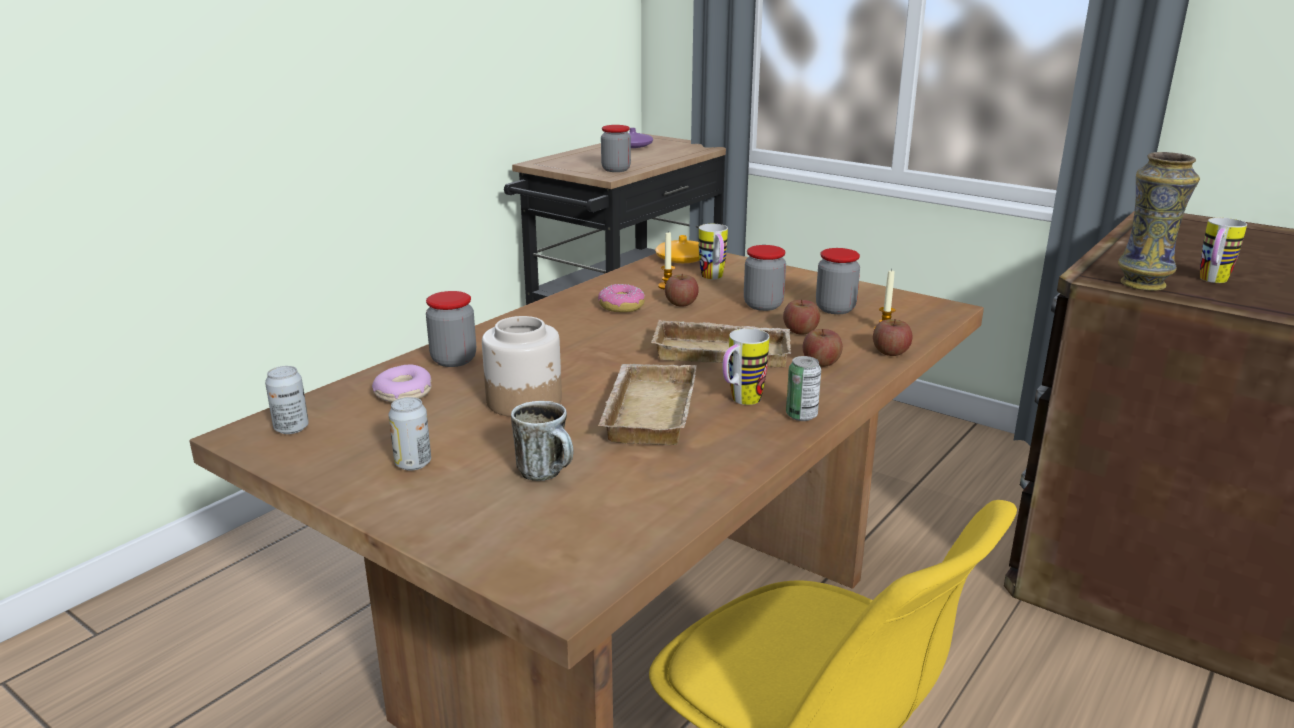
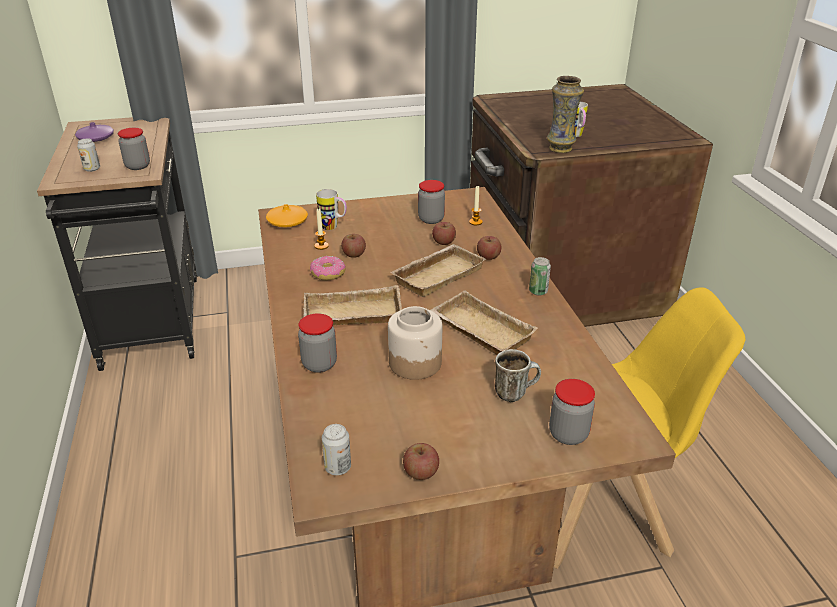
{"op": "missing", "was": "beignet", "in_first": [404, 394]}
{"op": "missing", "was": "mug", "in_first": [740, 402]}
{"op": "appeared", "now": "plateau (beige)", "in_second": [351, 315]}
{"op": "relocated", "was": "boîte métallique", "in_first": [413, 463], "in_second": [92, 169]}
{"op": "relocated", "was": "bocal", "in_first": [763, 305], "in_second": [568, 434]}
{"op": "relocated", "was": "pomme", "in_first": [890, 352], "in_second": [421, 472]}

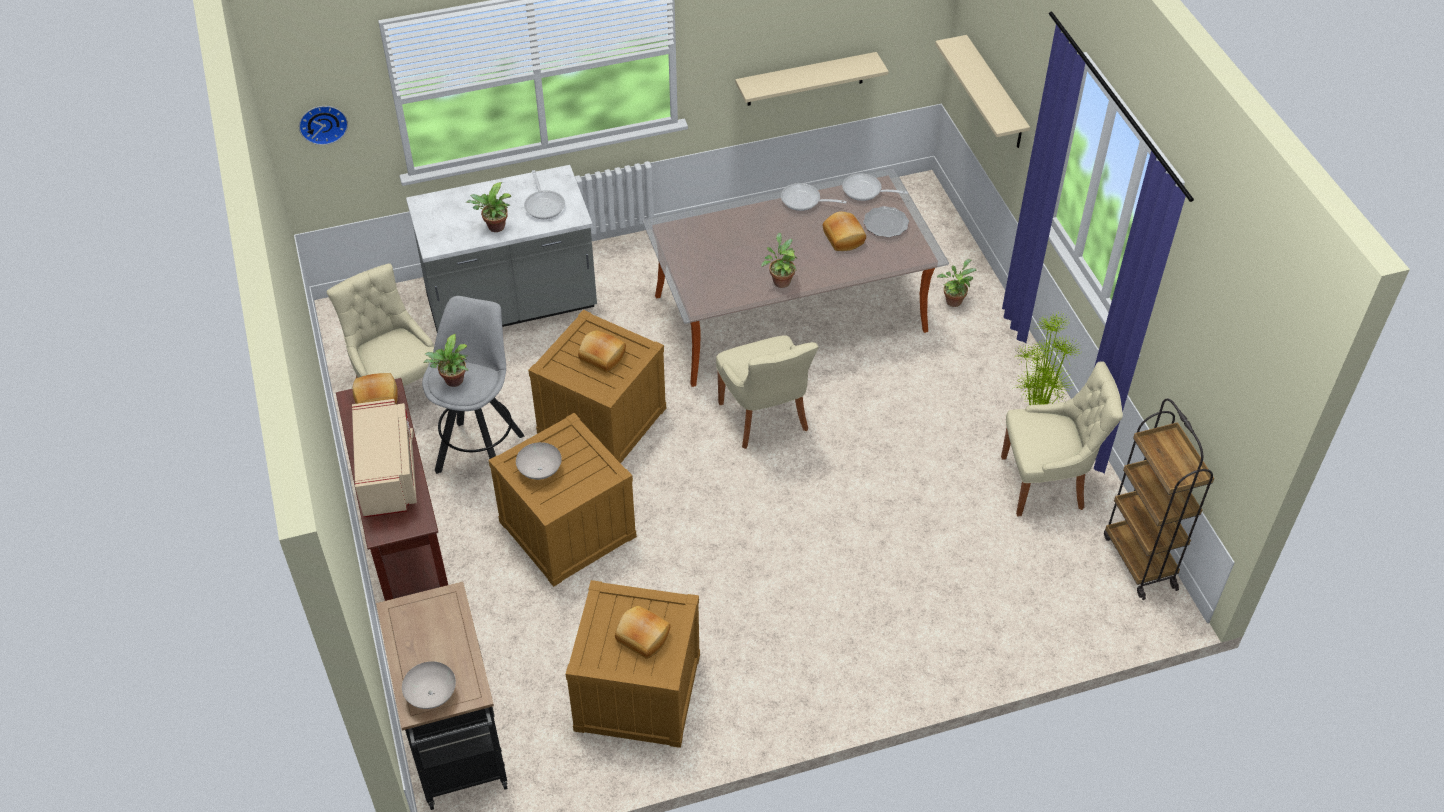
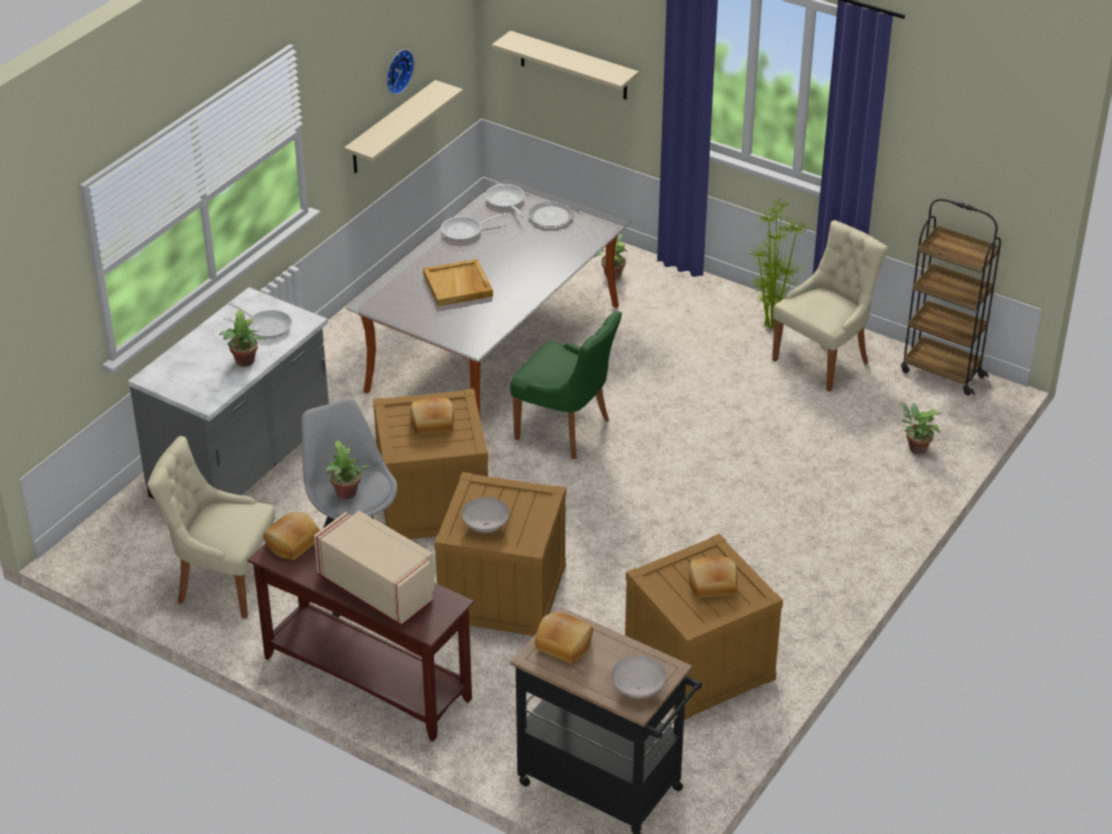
{"op": "appeared", "now": "plateau (beige)", "in_second": [458, 285]}
{"op": "relocated", "was": "horloge murale", "in_first": [323, 122], "in_second": [397, 70]}
{"op": "relocated", "was": "plante en pot", "in_first": [780, 280], "in_second": [915, 448]}
{"op": "relocated", "was": "pain", "in_first": [844, 238], "in_second": [564, 644]}
{"op": "colour", "was": "chaise (beige)", "now": "chaise (vert)", "in_first": [765, 419], "in_second": [566, 430]}
{"op": "spun", "was": "poêle", "in_first": [865, 191], "in_second": [506, 202], "clockwise": 90}

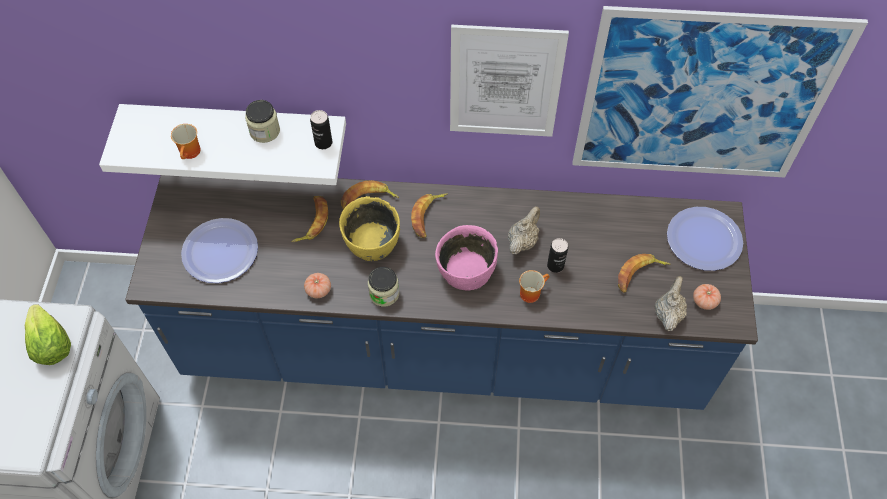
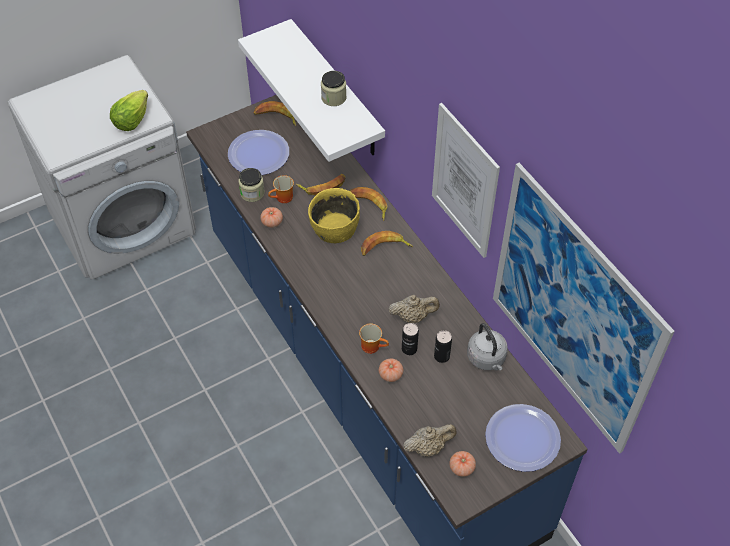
{"op": "missing", "was": "bol (rose)", "in_first": [465, 271]}
{"op": "appeared", "now": "tomate", "in_second": [390, 374]}
{"op": "appeared", "now": "bouilloire (gris)", "in_second": [487, 359]}
{"op": "relocated", "was": "mug", "in_first": [191, 153], "in_second": [283, 199]}
{"op": "relocated", "was": "boîte métallique", "in_first": [323, 143], "in_second": [441, 356]}
{"op": "relocated", "was": "bocal", "in_first": [384, 294], "in_second": [252, 193]}
{"op": "relocated", "was": "banane", "in_first": [639, 275], "in_second": [276, 117]}

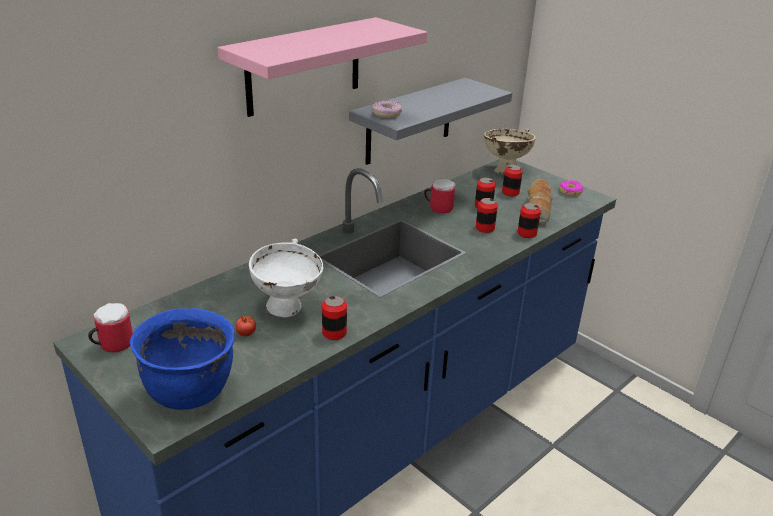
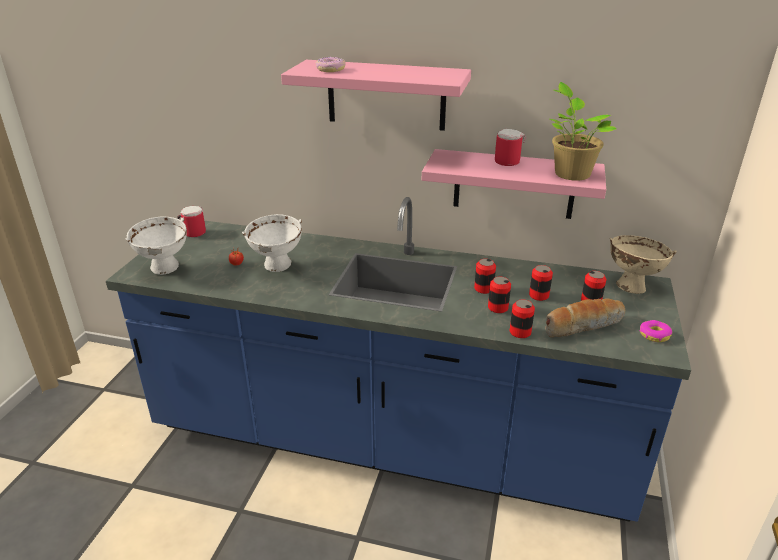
{"op": "appeared", "now": "plante en pot", "in_second": [570, 173]}
{"op": "relocated", "was": "boîte métallique", "in_first": [334, 333], "in_second": [483, 289]}
{"op": "relocated", "was": "beignet", "in_first": [387, 114], "in_second": [330, 69]}
{"op": "relocated", "was": "mug", "in_first": [438, 207], "in_second": [506, 160]}
{"op": "exchanged", "was": "marmite (bleu)", "now": "bol (blanc)", "in_first": [190, 391], "in_second": [165, 269]}
{"op": "colour", "was": "étagère (gris)", "now": "étagère (rose)", "in_first": [409, 121], "in_second": [514, 184]}

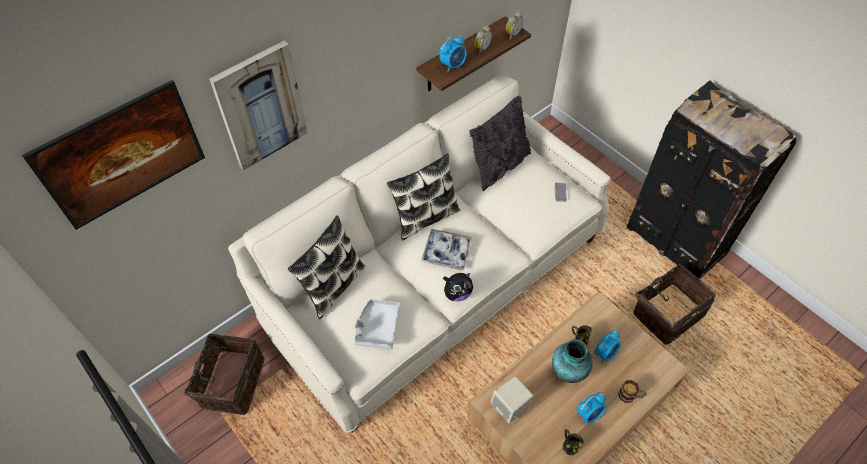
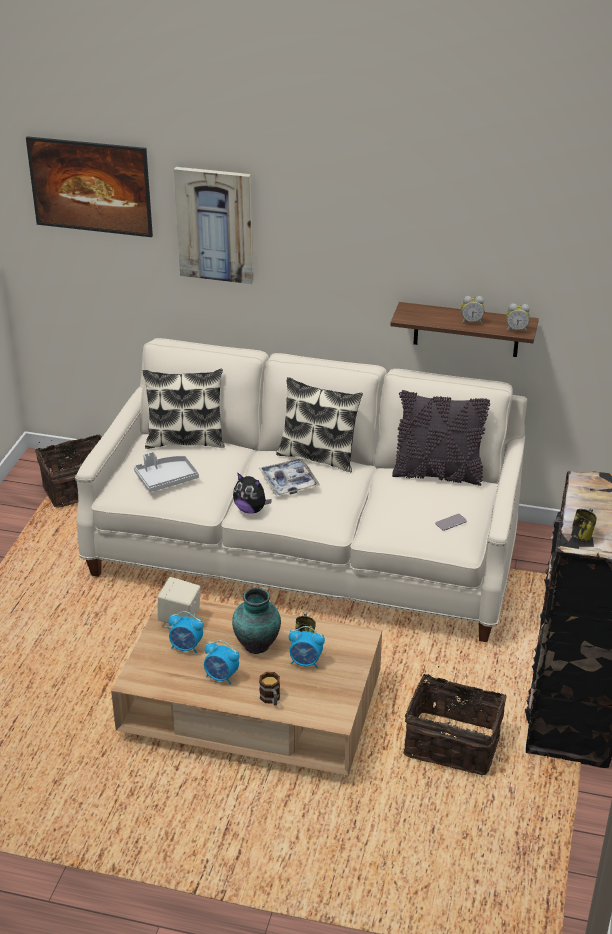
{"op": "relocated", "was": "réveil", "in_first": [453, 65], "in_second": [186, 647]}
{"op": "relocated", "was": "mug", "in_first": [569, 446], "in_second": [582, 536]}

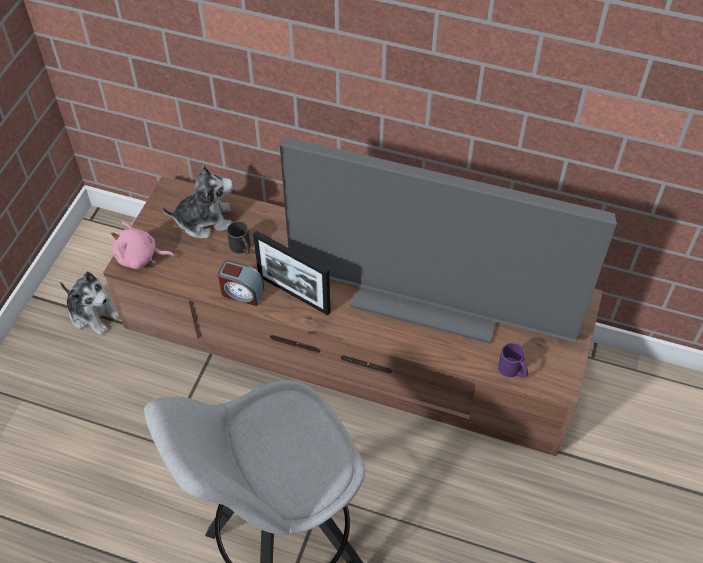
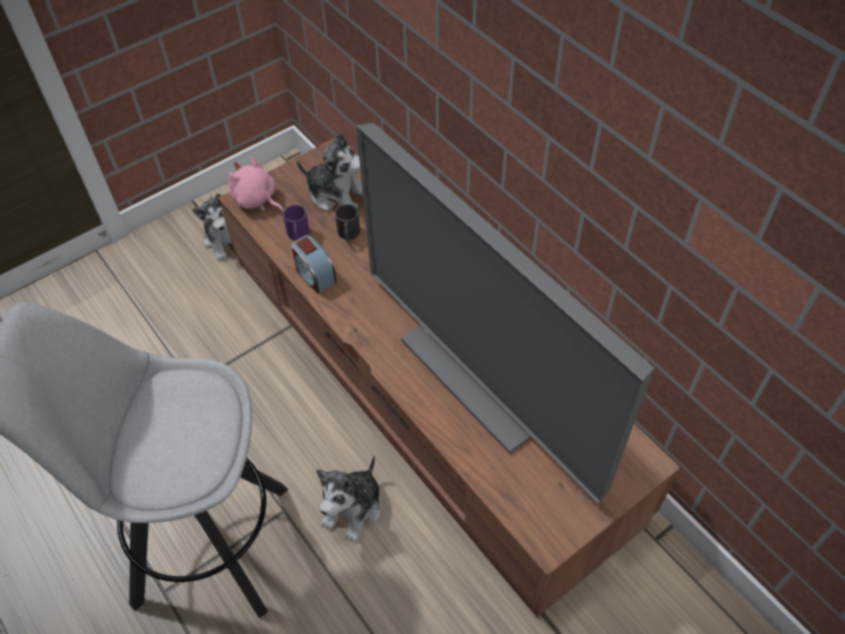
{"op": "missing", "was": "cadre photo", "in_first": [294, 294]}
{"op": "appeared", "now": "peluche", "in_second": [354, 508]}
{"op": "relocated", "was": "mug (violet)", "in_first": [513, 370], "in_second": [298, 235]}

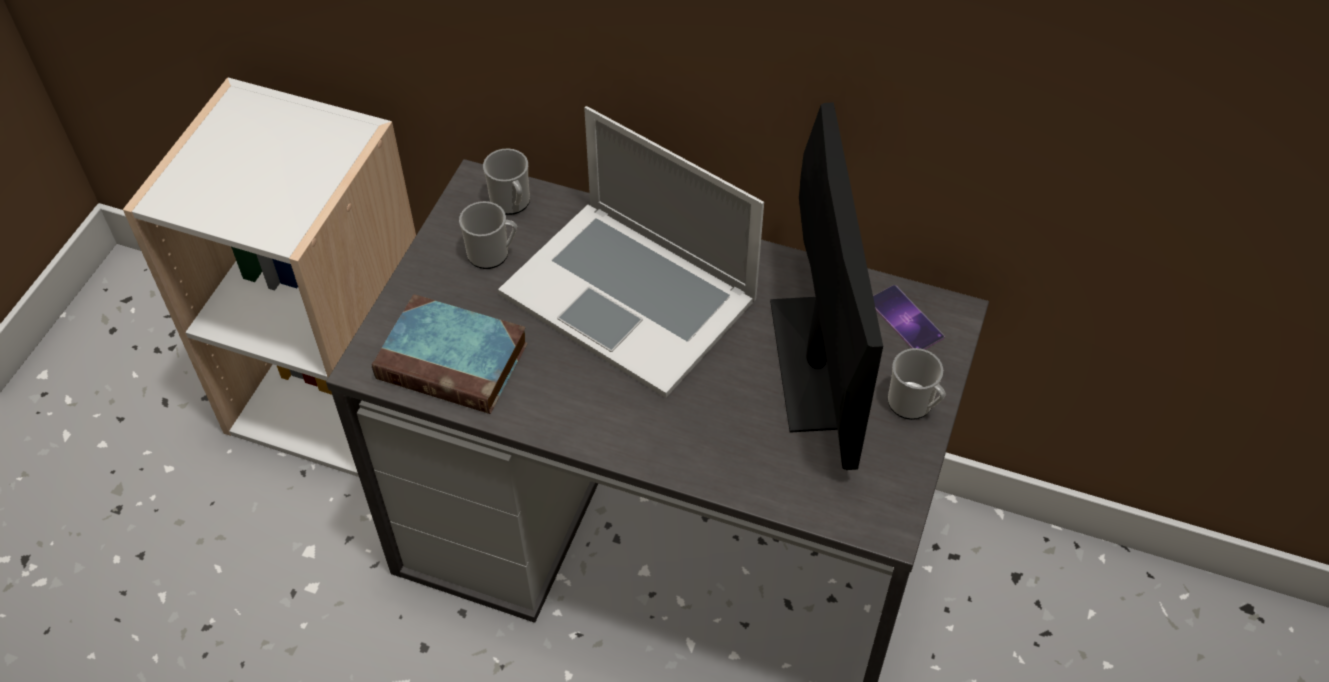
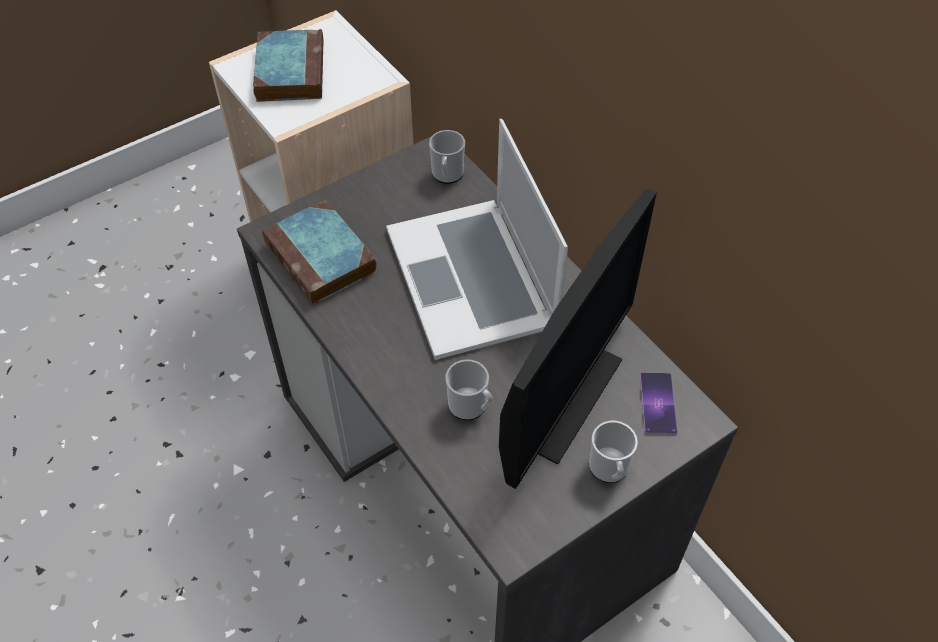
{"op": "appeared", "now": "livre", "in_second": [290, 70]}
{"op": "relocated", "was": "mug", "in_first": [493, 254], "in_second": [471, 407]}

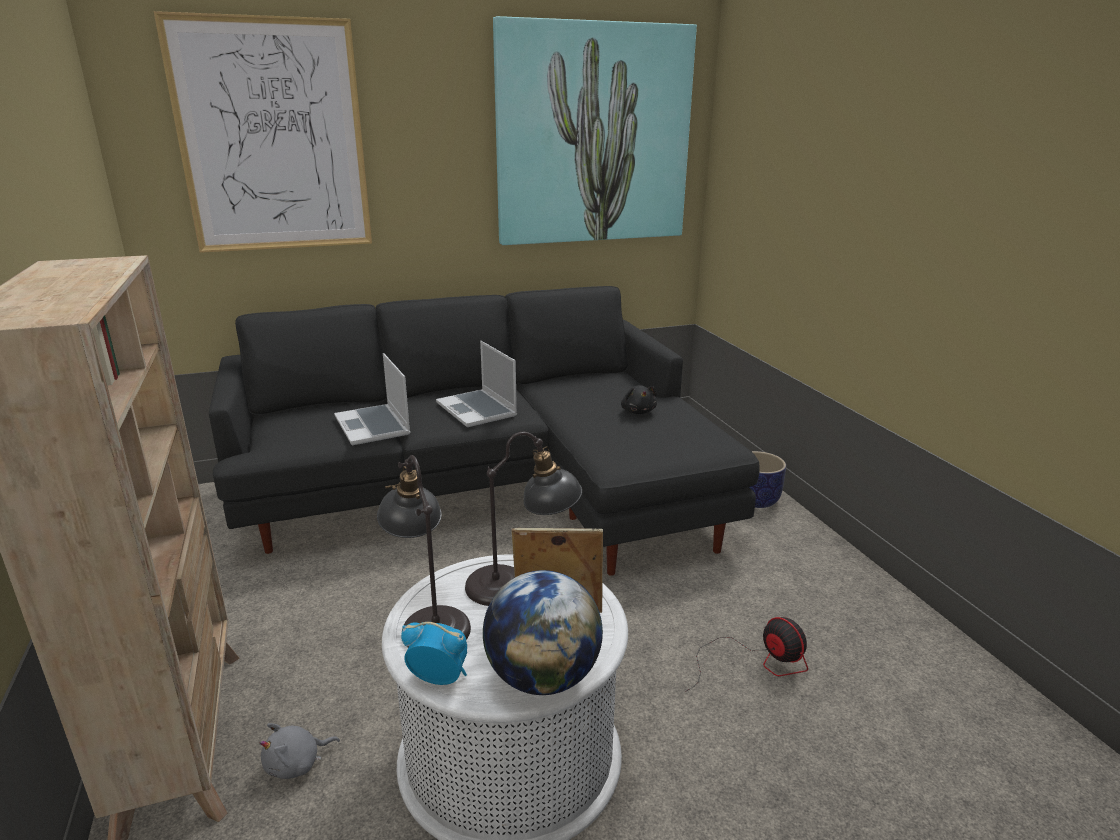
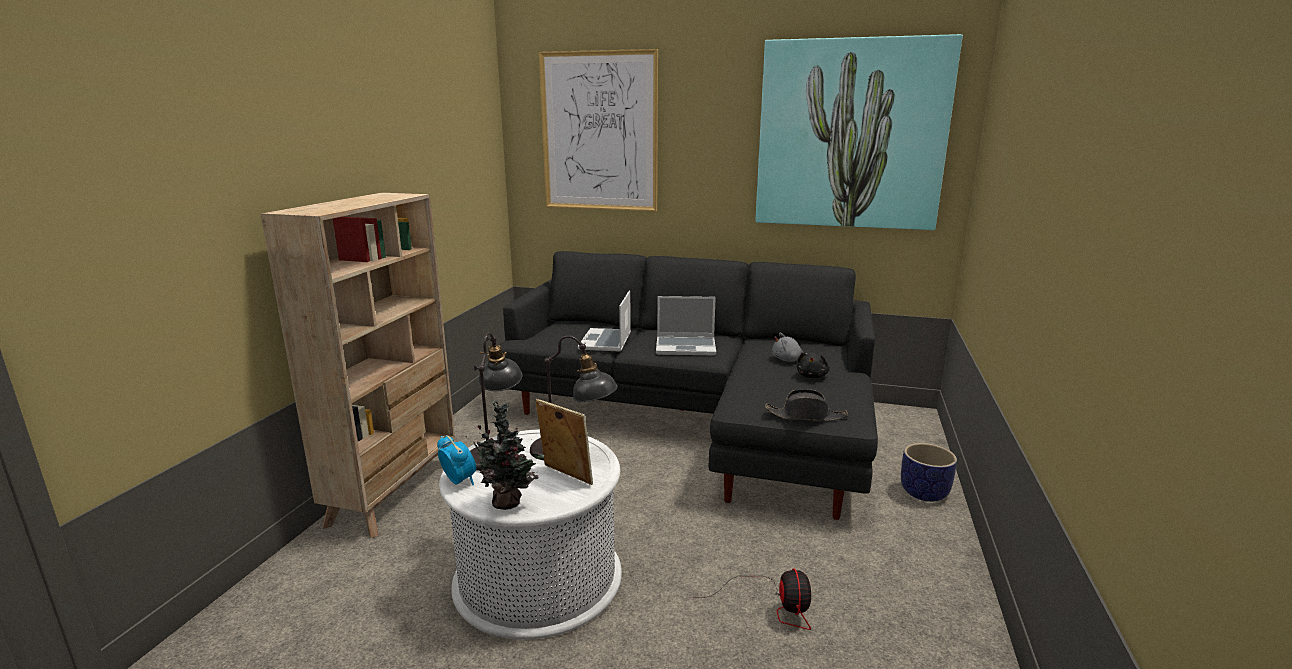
{"op": "appeared", "now": "chapeau (noir)", "in_second": [806, 416]}
{"op": "relocated", "was": "peluche (gris)", "in_first": [297, 764], "in_second": [788, 360]}
{"op": "exchanged", "was": "globe", "now": "plante en pot", "in_first": [542, 677], "in_second": [510, 503]}
{"op": "spun", "was": "ordinateur portable", "in_first": [478, 410], "in_second": [686, 347], "clockwise": -90}

